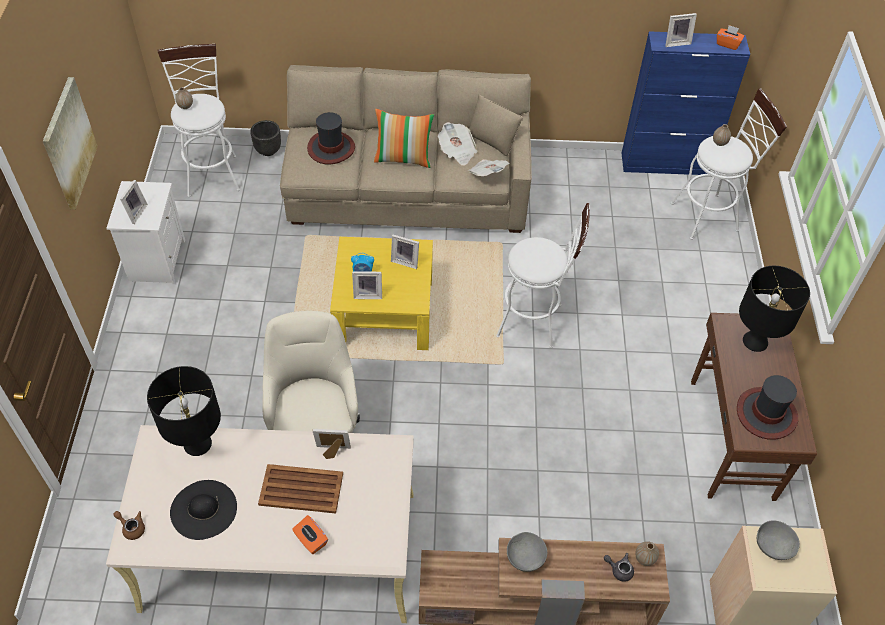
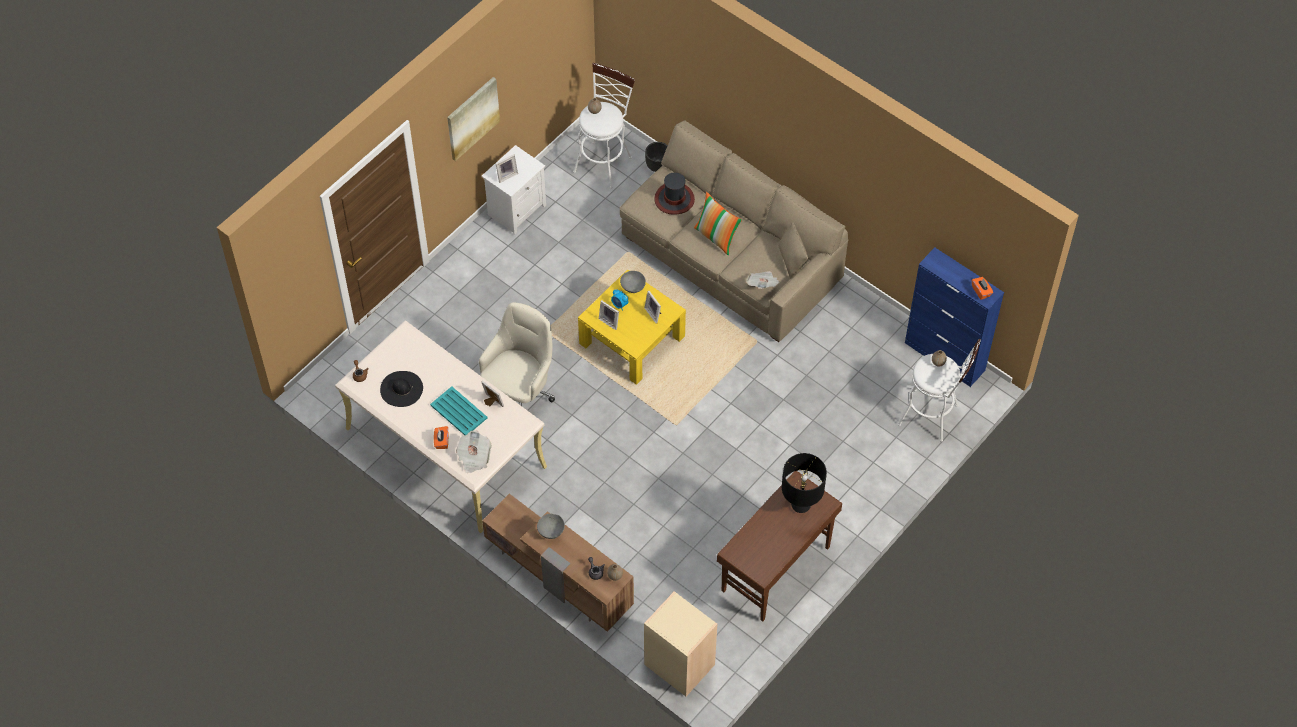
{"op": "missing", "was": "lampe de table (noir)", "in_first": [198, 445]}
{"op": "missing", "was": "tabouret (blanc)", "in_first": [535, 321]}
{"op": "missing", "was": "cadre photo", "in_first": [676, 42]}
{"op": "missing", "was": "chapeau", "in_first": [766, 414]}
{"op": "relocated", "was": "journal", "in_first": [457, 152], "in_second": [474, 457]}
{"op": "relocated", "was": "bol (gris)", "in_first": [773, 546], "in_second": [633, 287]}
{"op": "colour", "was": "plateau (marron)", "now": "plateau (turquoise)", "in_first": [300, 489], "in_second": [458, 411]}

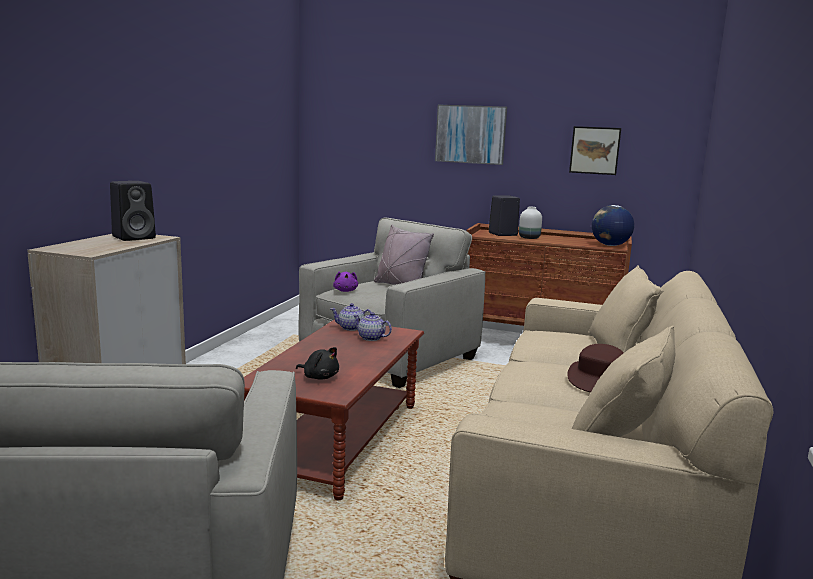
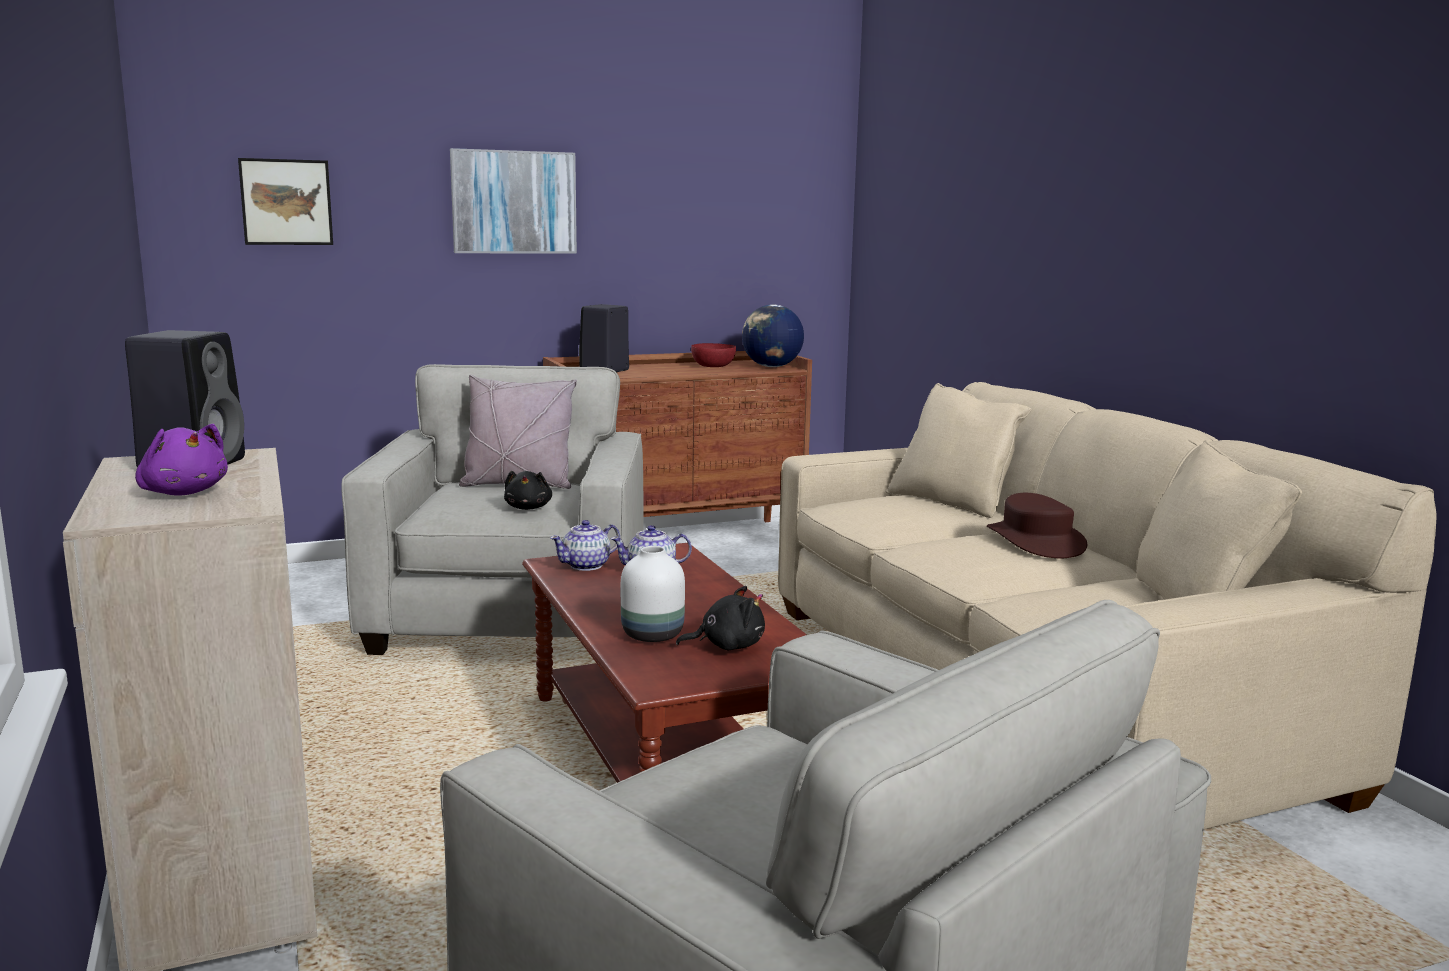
{"op": "appeared", "now": "peluche (noir)", "in_second": [528, 508]}
{"op": "appeared", "now": "bol (rouge)", "in_second": [713, 366]}
{"op": "relocated", "was": "peluche (violet)", "in_first": [345, 291], "in_second": [183, 493]}
{"op": "relocated", "was": "vase (blanc)", "in_first": [528, 238], "in_second": [652, 636]}
{"op": "relocated", "was": "tableau", "in_first": [594, 150], "in_second": [286, 202]}

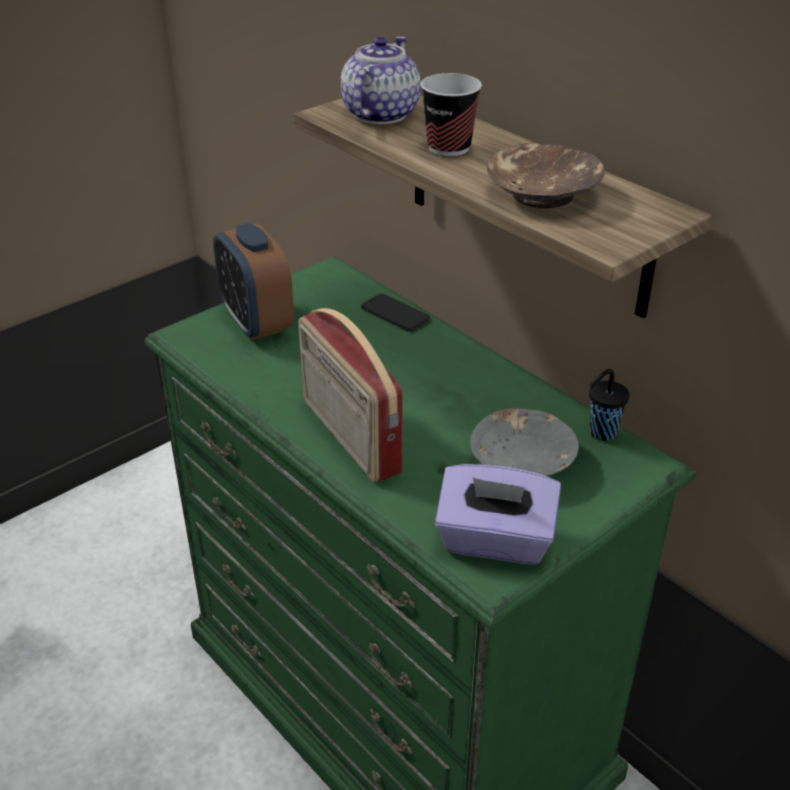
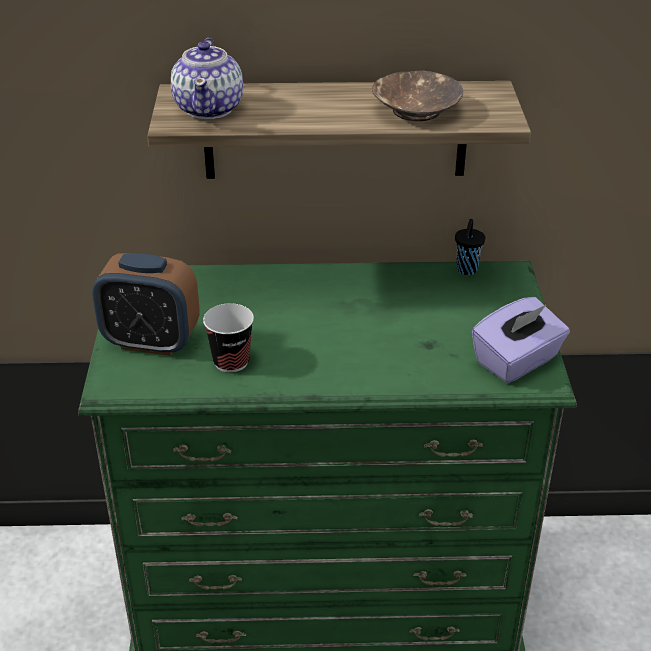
{"op": "missing", "was": "radio", "in_first": [348, 437]}
{"op": "missing", "was": "téléphone", "in_first": [395, 313]}
{"op": "missing", "was": "bol (gris)", "in_first": [523, 461]}
{"op": "relocated", "was": "tasse", "in_first": [448, 148], "in_second": [231, 361]}
{"op": "spun", "was": "théière", "in_first": [379, 114], "in_second": [209, 108], "clockwise": -150}

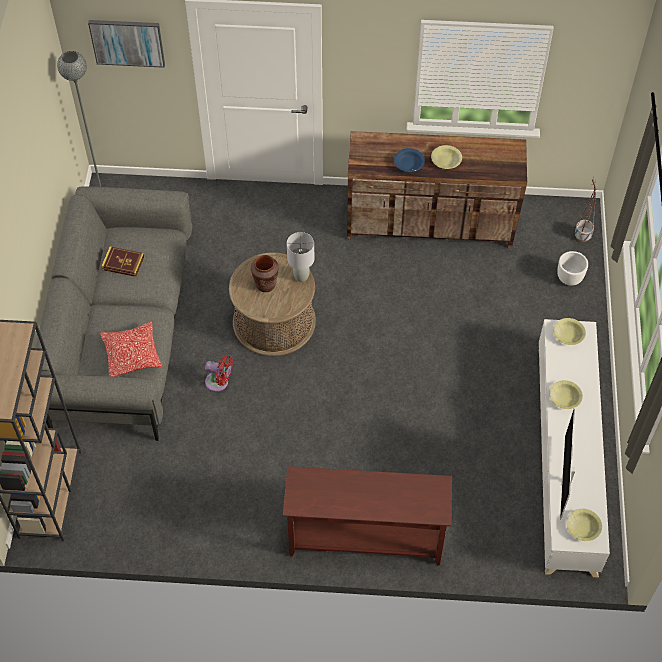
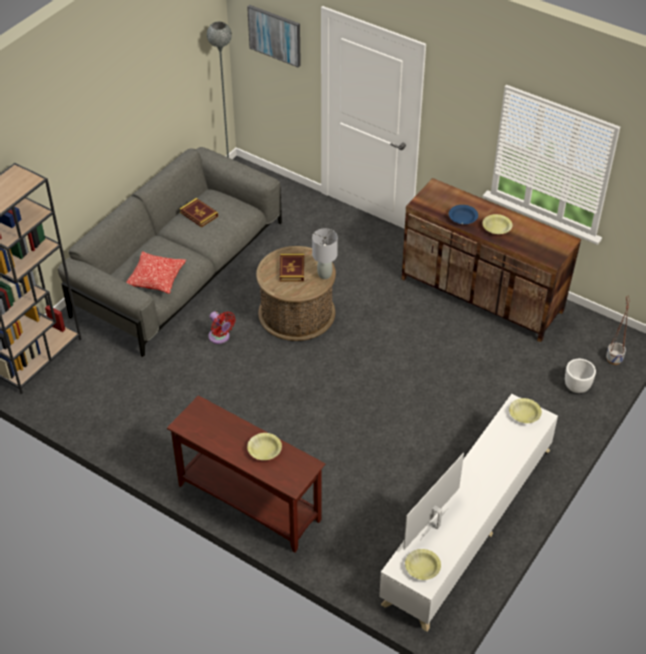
{"op": "relocated", "was": "bol (jaune)", "in_first": [564, 397], "in_second": [264, 450]}
{"op": "exchanged", "was": "vase (marron)", "now": "livre", "in_first": [265, 284], "in_second": [292, 269]}

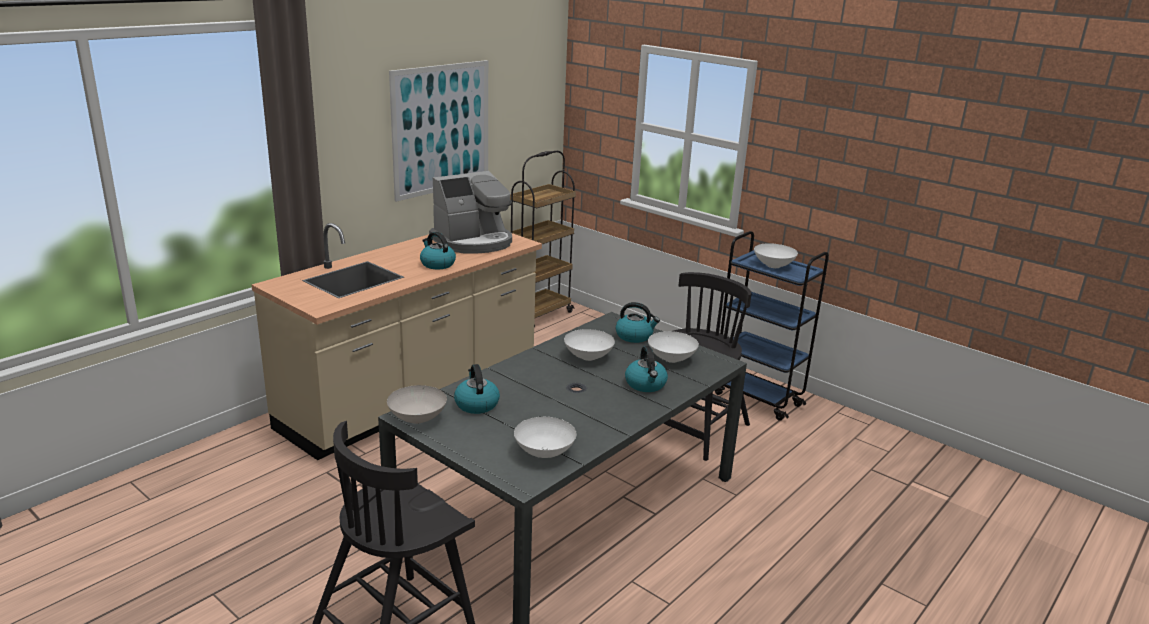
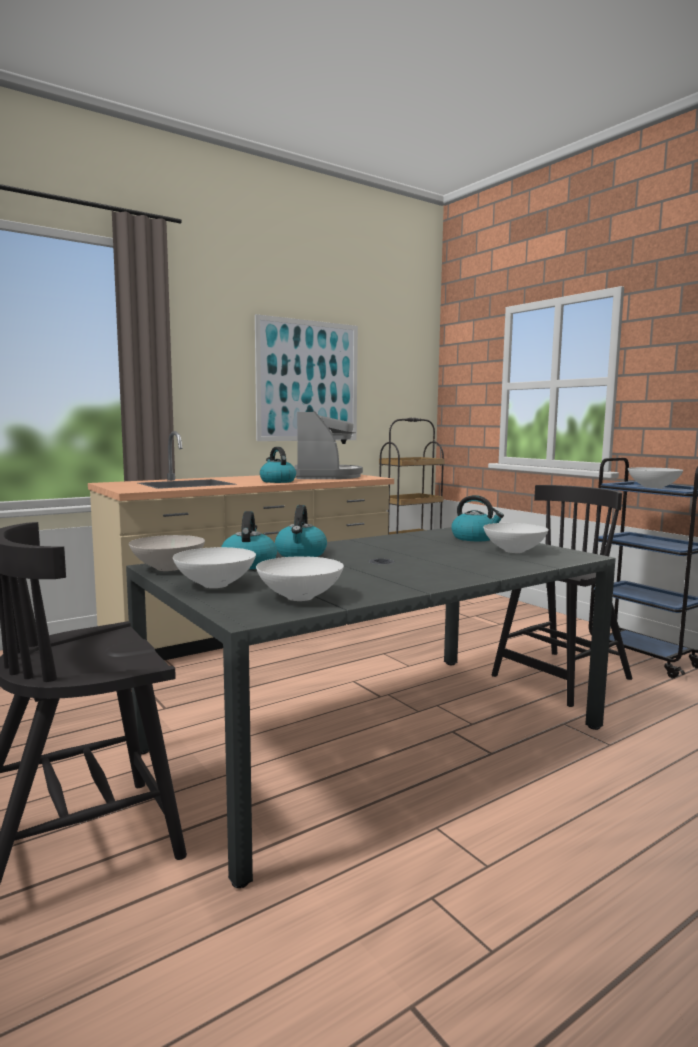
{"op": "relocated", "was": "bol (blanc)", "in_first": [589, 357], "in_second": [215, 585]}
{"op": "relocated", "was": "bouilloire", "in_first": [646, 384], "in_second": [301, 554]}
{"op": "spun", "was": "machine à café", "in_first": [473, 242], "in_second": [326, 476], "clockwise": -75}

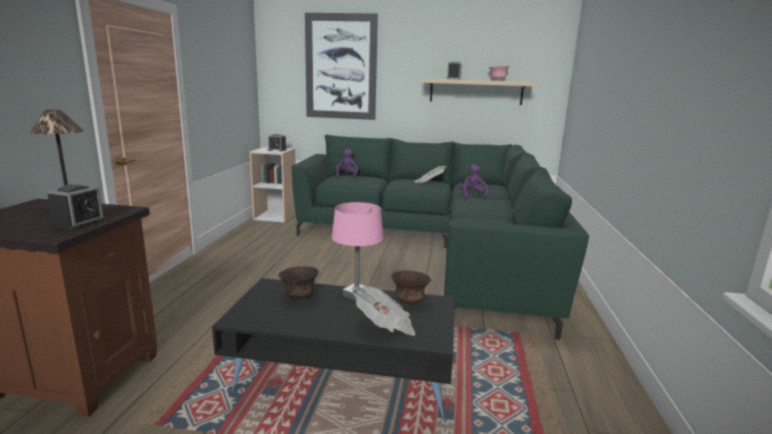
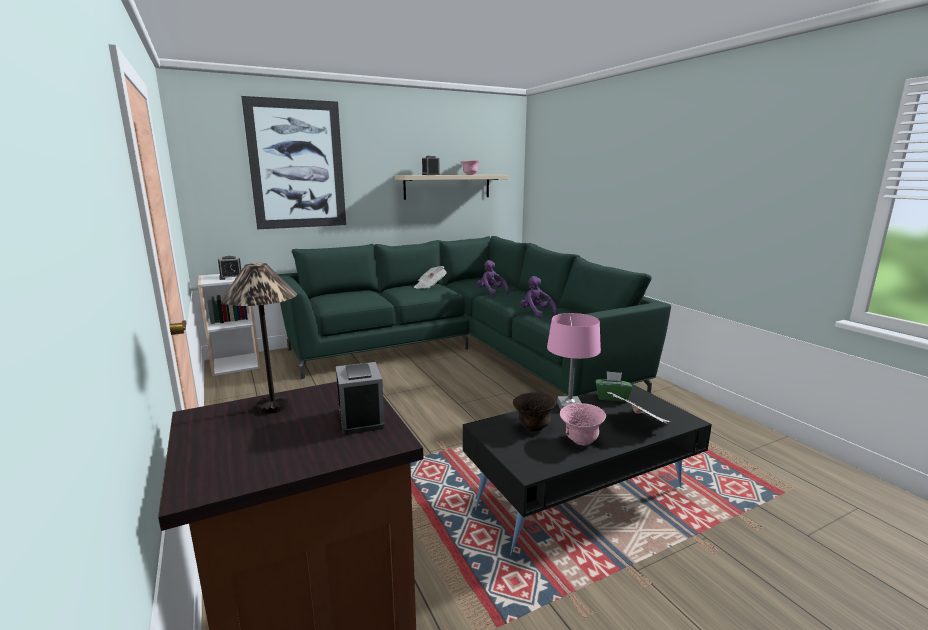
{"op": "appeared", "now": "bol (rose)", "in_second": [581, 441]}
{"op": "relocated", "was": "peluche (violet)", "in_first": [346, 176], "in_second": [536, 313]}
{"op": "exchanged", "was": "bol (marron)", "now": "boîte à mouchoirs (vert)", "in_first": [409, 301], "in_second": [612, 397]}

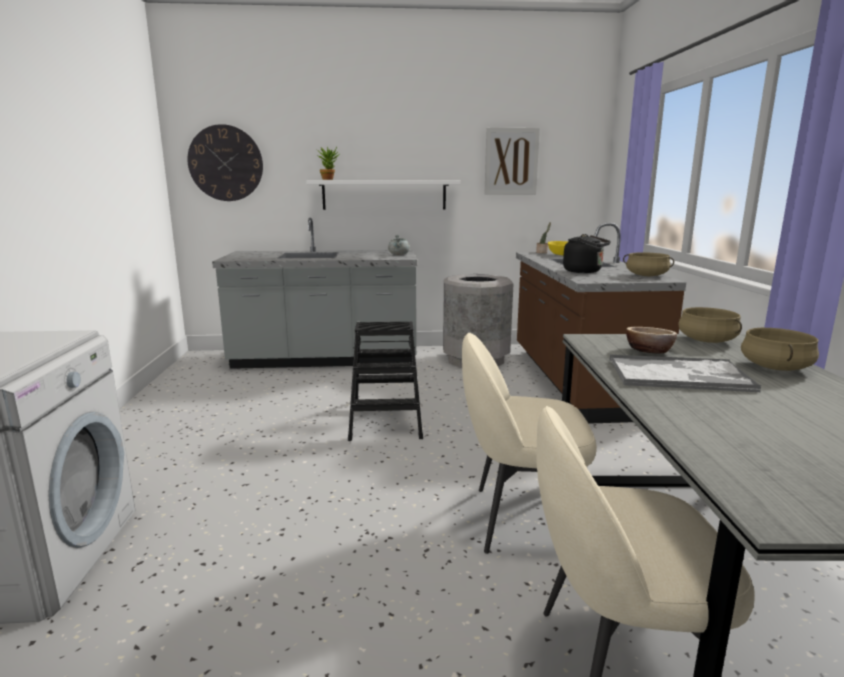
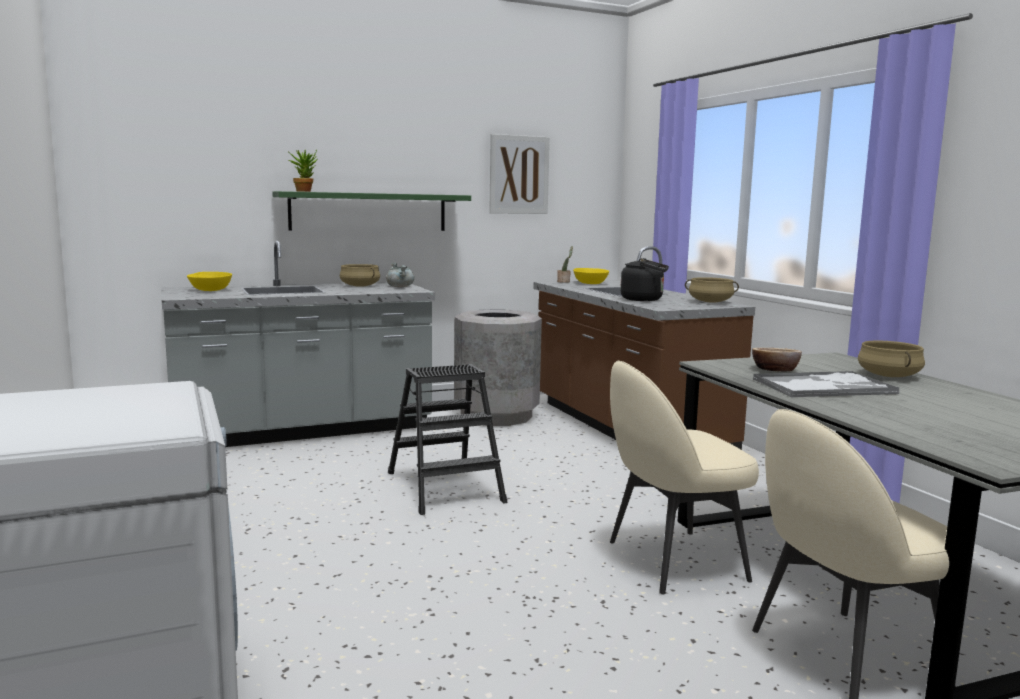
{"op": "missing", "was": "horloge murale", "in_first": [225, 163]}
{"op": "appeared", "now": "bol (jaune)", "in_second": [210, 290]}
{"op": "relocated", "was": "marmite (beige)", "in_first": [707, 340], "in_second": [360, 286]}
{"op": "colour", "was": "étagère (blanc)", "now": "étagère (vert)", "in_first": [384, 195], "in_second": [369, 212]}

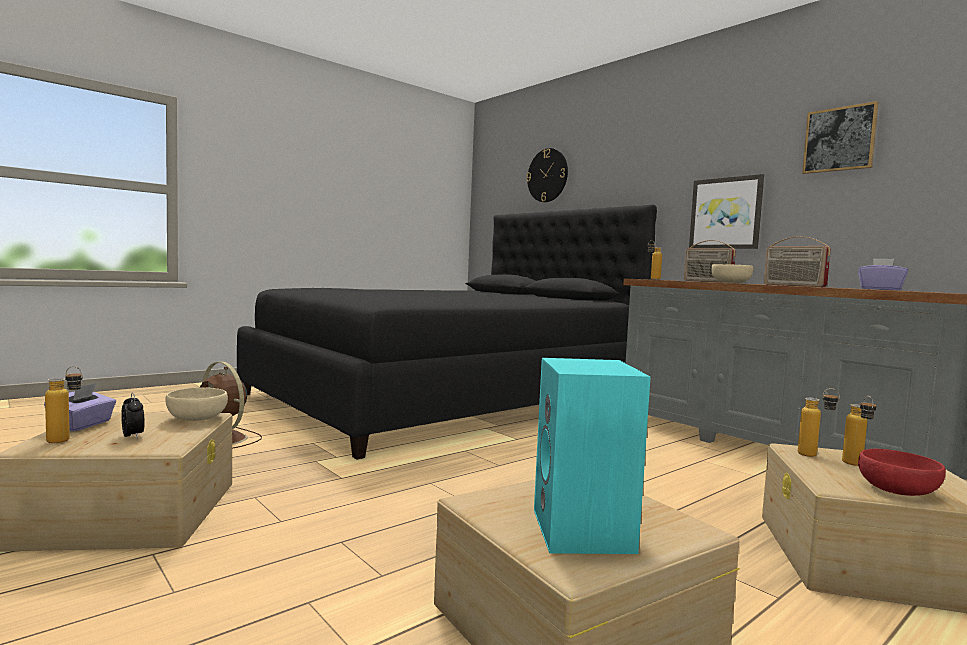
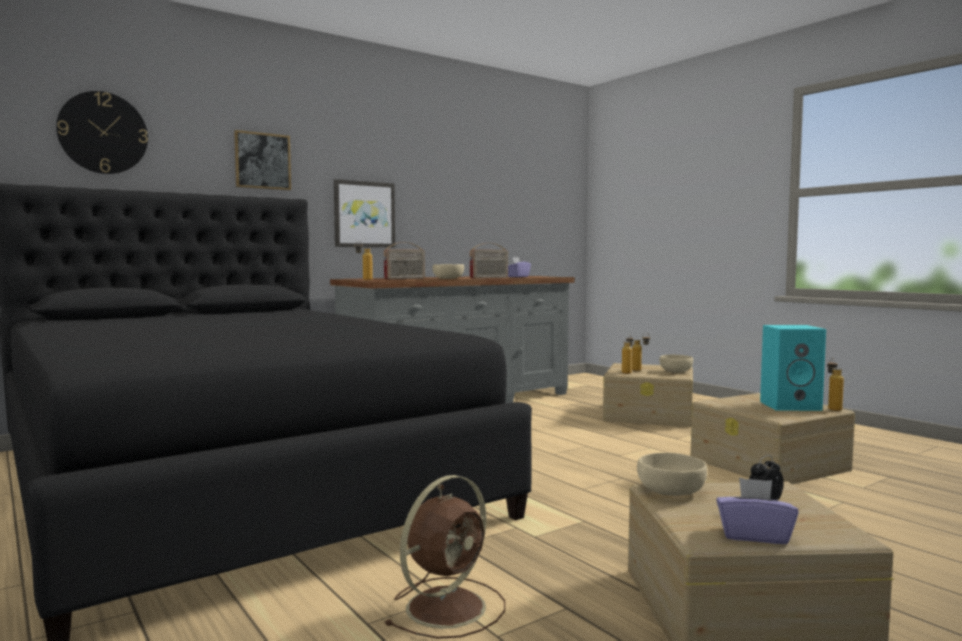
{"op": "relocated", "was": "bouteille", "in_first": [66, 441], "in_second": [832, 408]}
{"op": "relocated", "was": "tableau", "in_first": [839, 139], "in_second": [262, 161]}
{"op": "colour", "was": "bol (rouge)", "now": "bol (beige)", "in_first": [899, 490], "in_second": [676, 371]}

